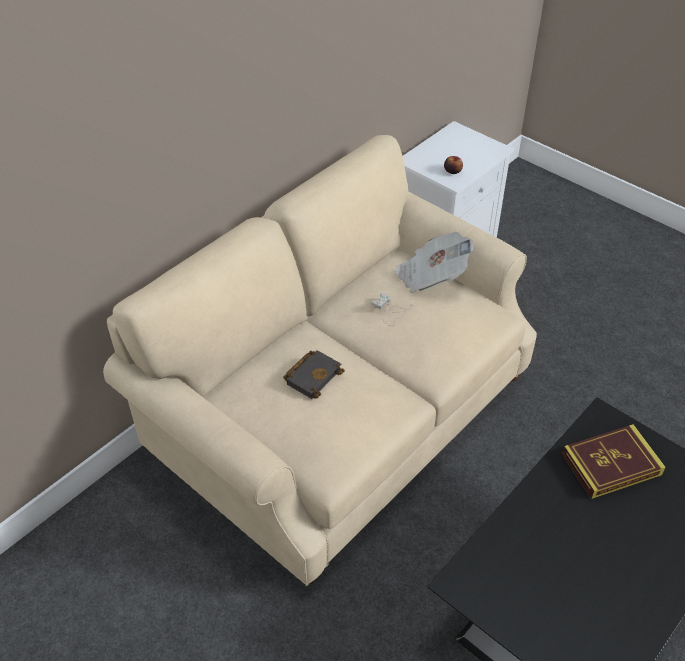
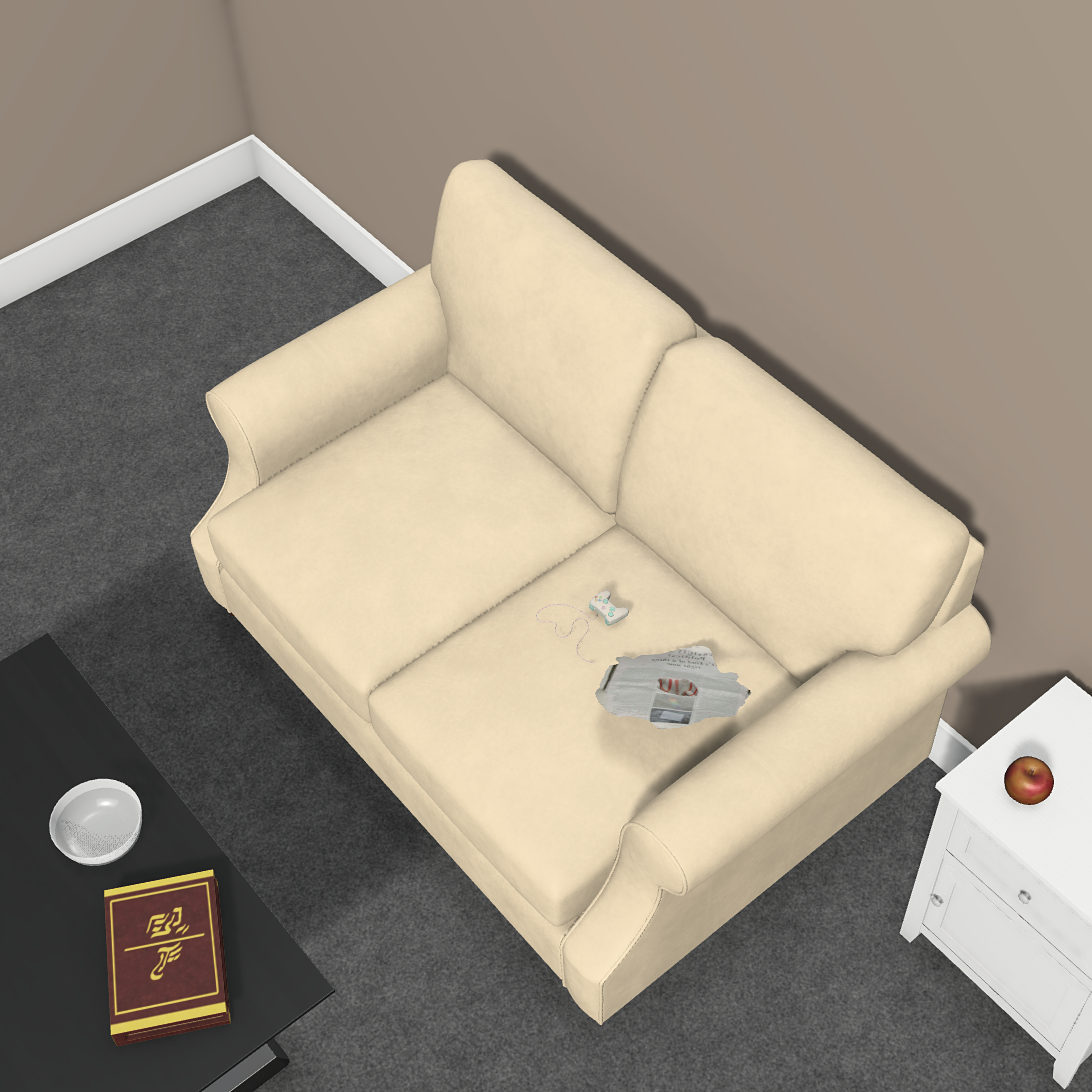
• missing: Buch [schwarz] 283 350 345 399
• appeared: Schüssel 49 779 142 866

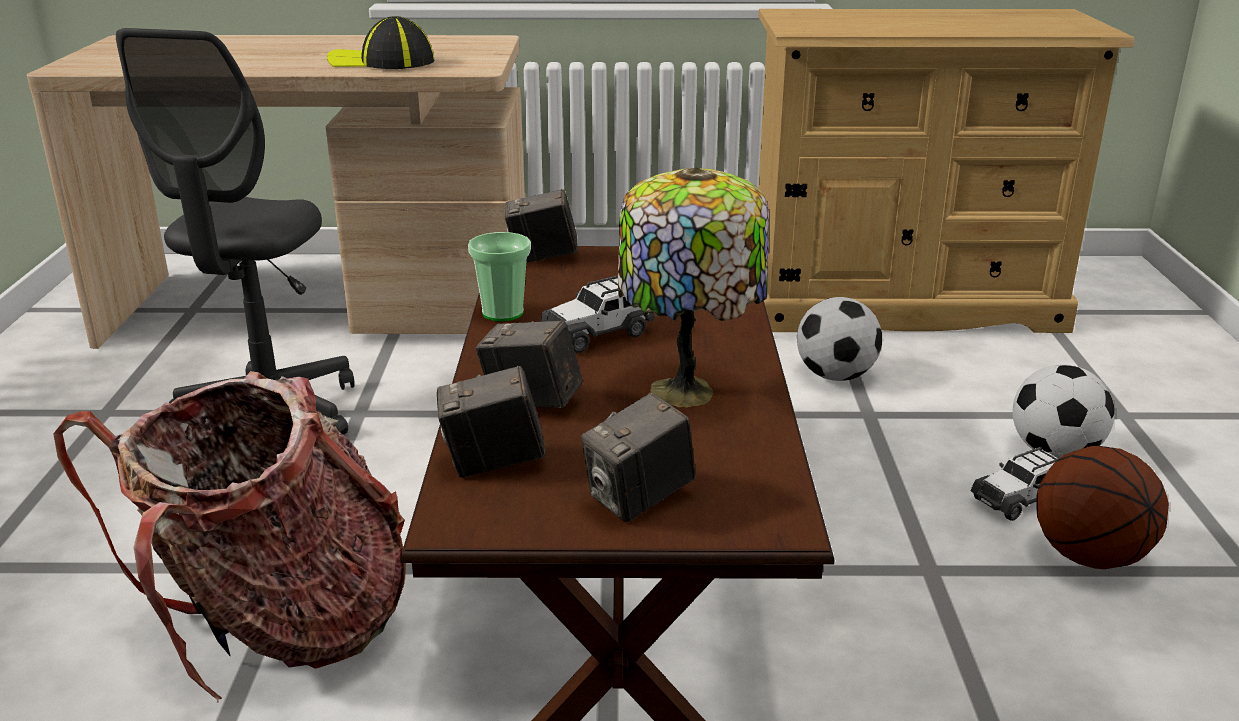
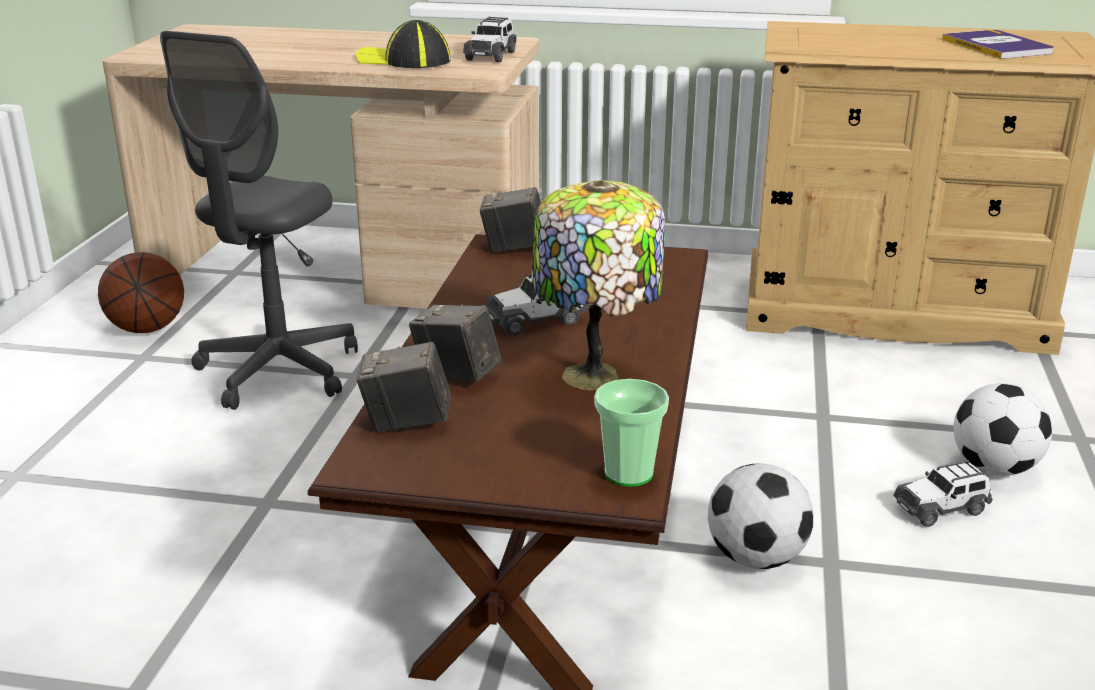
• missing: Rucksack 53 371 406 702
• relocated: Tasse 468 232 531 321 to 594 379 669 487
• missing: Kamera 581 392 696 523
• relocated: Fußball 797 297 882 381 to 708 463 814 569
• relocated: Basketball 1036 446 1169 569 to 98 252 184 333
• appeared: Spielzeugauto 463 16 516 62
• appeared: Buch 942 30 1053 59

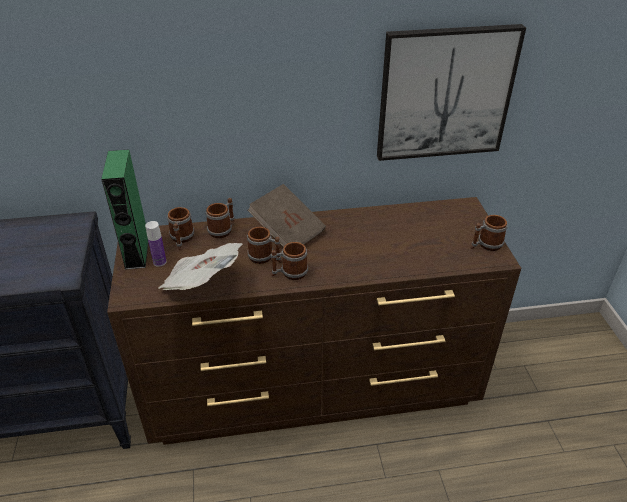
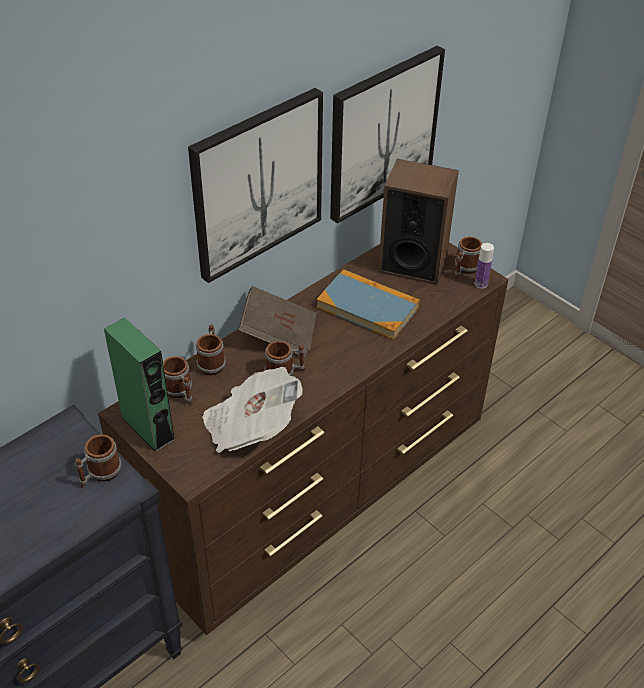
• relocated: Flasche 145 221 167 267 to 474 243 494 289
• relocated: Henkelbecher 271 242 308 280 to 75 434 122 488
• appeared: Bild 188 88 323 283
• appeared: Buch 316 269 420 340
• appeared: Lautsprecher 378 159 459 285

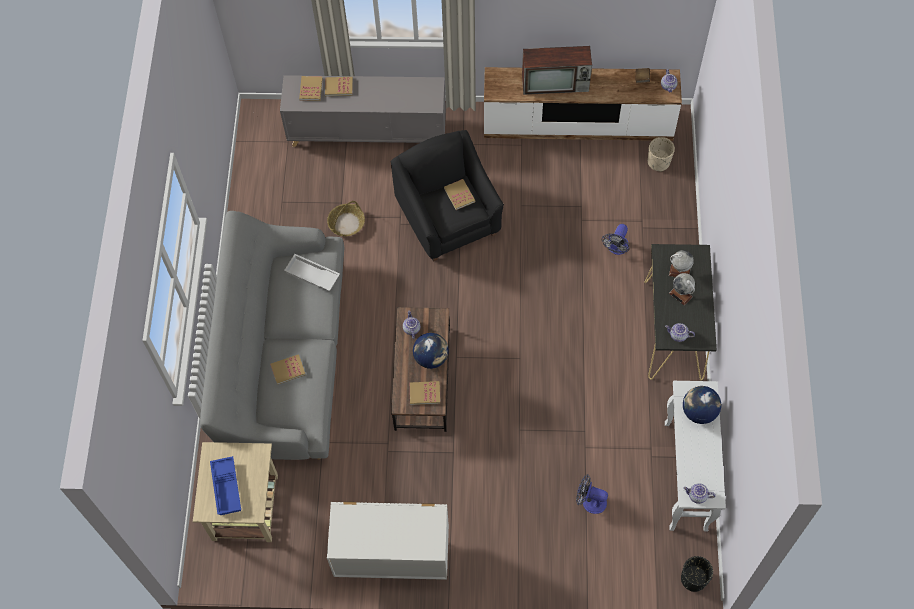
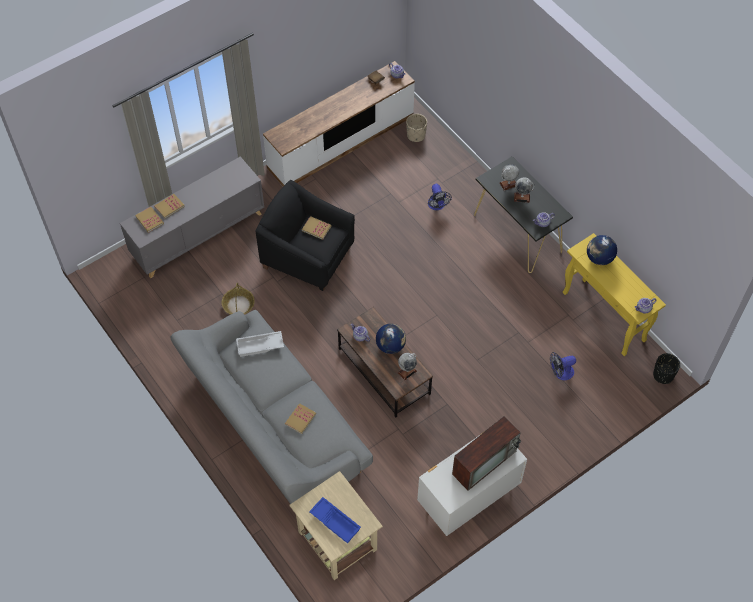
• exchanged: Buch 410 381 440 405 to Globus 397 353 417 381
• relocated: Fernseher 522 46 592 95 to 452 416 522 491
• colour: Konsolentisch [weiß] 665 381 726 532 to Konsolentisch [gelb] 563 233 666 356

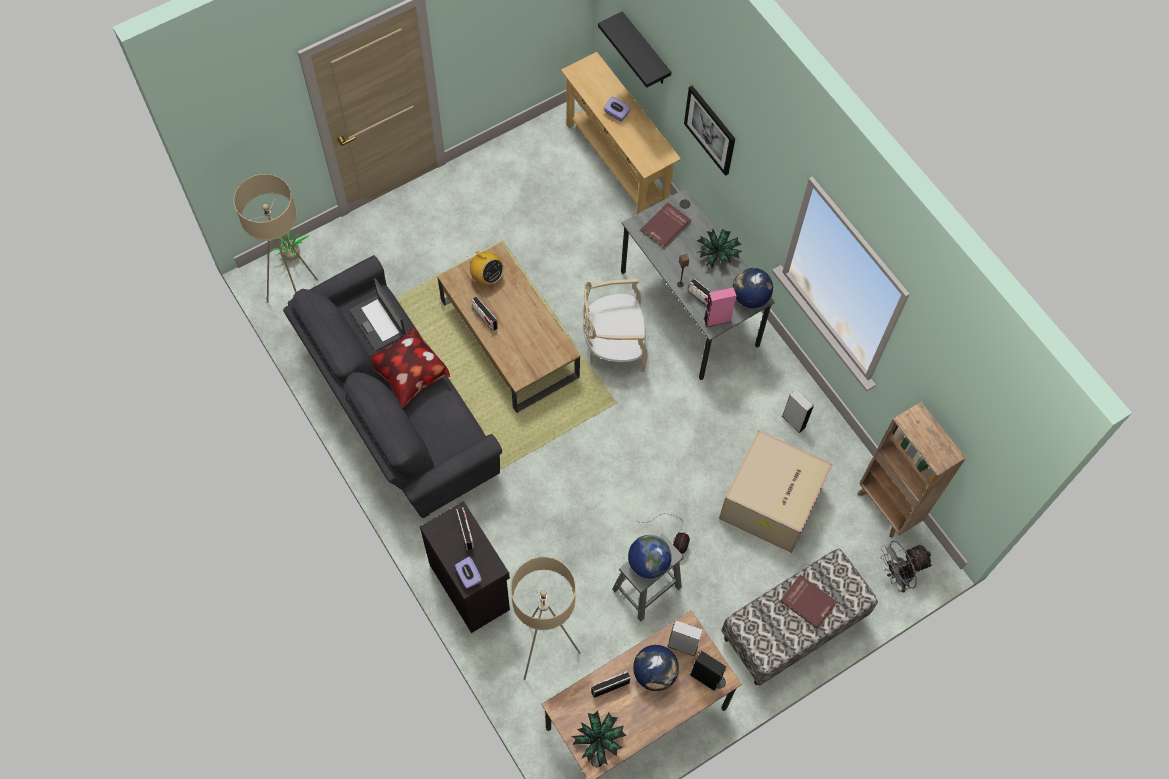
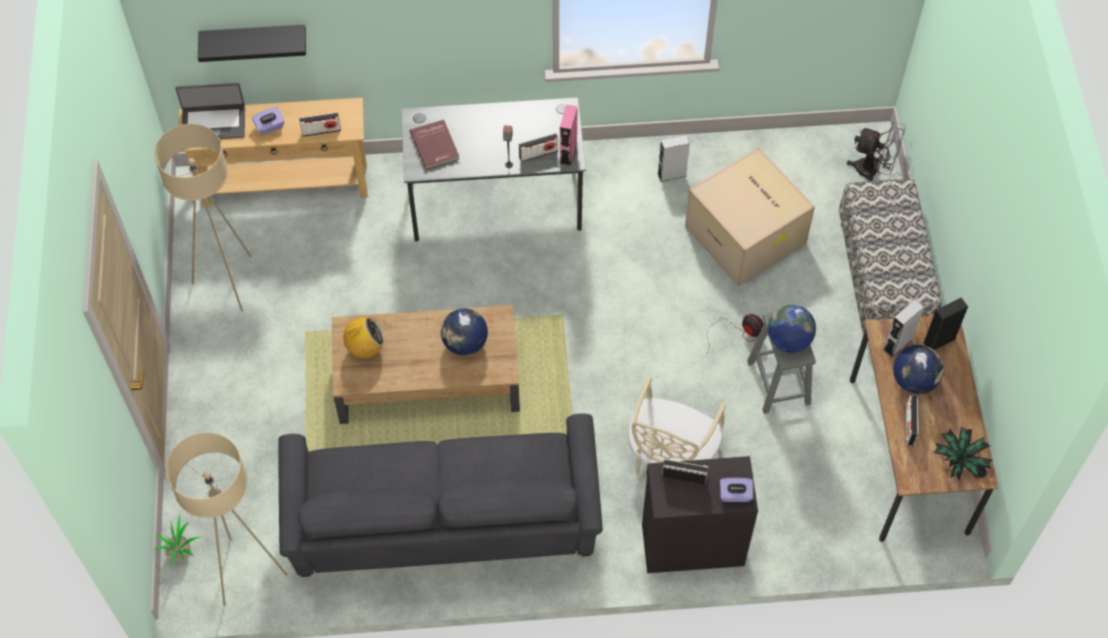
• relocated: Laptop 350 278 405 351 to 176 83 245 139
• missing: Kissen 370 328 450 408
• relocated: Radio 472 296 498 332 to 299 112 341 137
• relocated: Stehlampe [beige] 511 557 581 680 to 154 124 251 312
• relocated: Stuhl [beige] 583 279 648 372 to 628 376 726 475
• missing: Bild 684 86 735 176
• missing: Topfpflanze 697 229 742 268
• relocated: Globus 733 268 773 308 to 441 309 488 356
• missing: Buch [rot] 780 575 837 629
• missing: Bücherregal [braun] 857 402 966 538
• spun: Ventilator [grau] 880 541 933 593 = 847 121 906 181 75 degrees counterclockwise

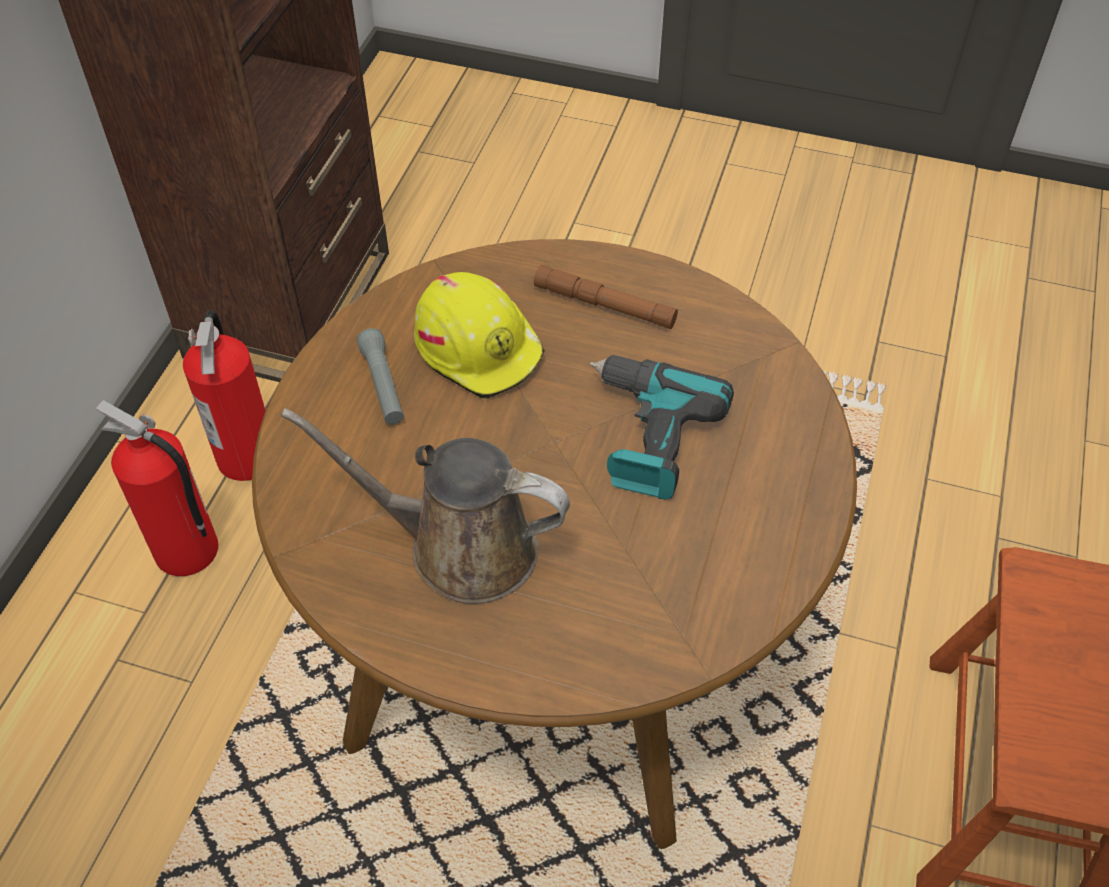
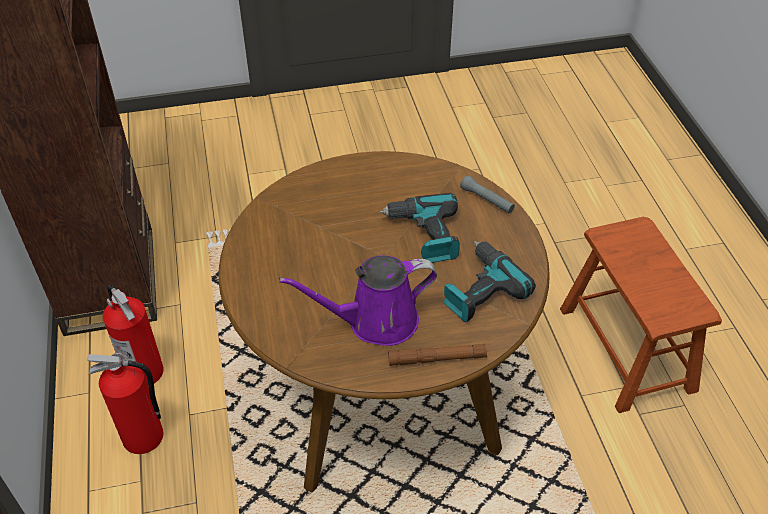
• colour: Gießkanne [braun] 281 408 570 604 to Gießkanne [lila] 279 255 437 346
• relocated: Taschenlampe [grau] 357 328 404 425 to 460 175 515 213
• missing: Schutzhelm [gelb] 414 272 545 399
• relocated: Taschenlampe [braun] 534 265 678 329 to 388 344 487 366
• appeared: Bohrmaschine 443 241 536 322

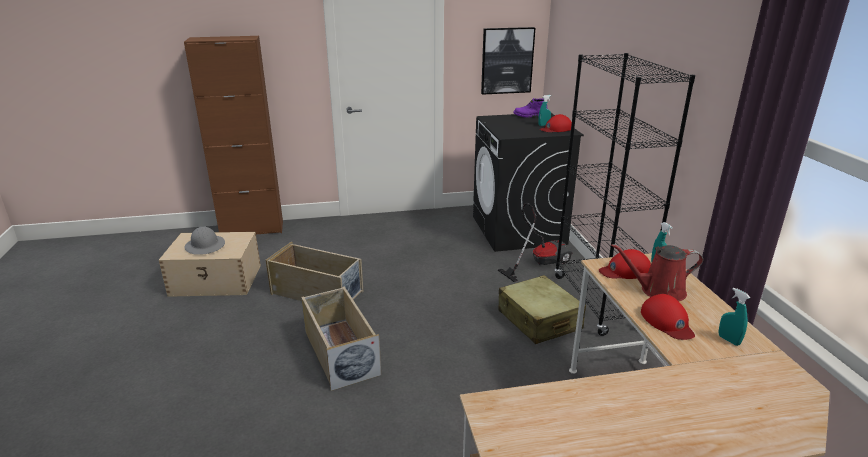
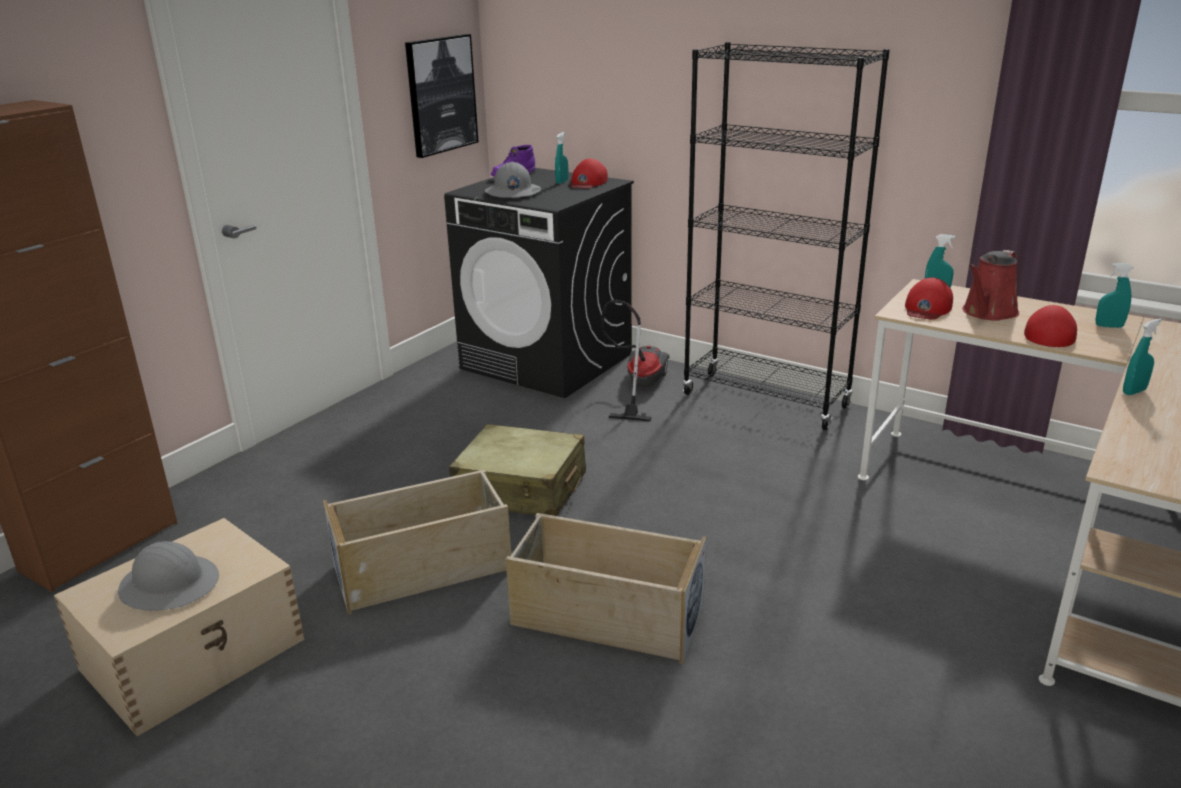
• relocated: Koffer [beige] 498 275 586 344 to 449 424 586 516
• spun: Kappe [rot] 641 294 695 340 = 1024 305 1077 347 90 degrees counterclockwise
• appeared: Schutzhelm [grau] 485 162 541 198
• appeared: Sprühflasche [türkis] 1123 319 1162 395

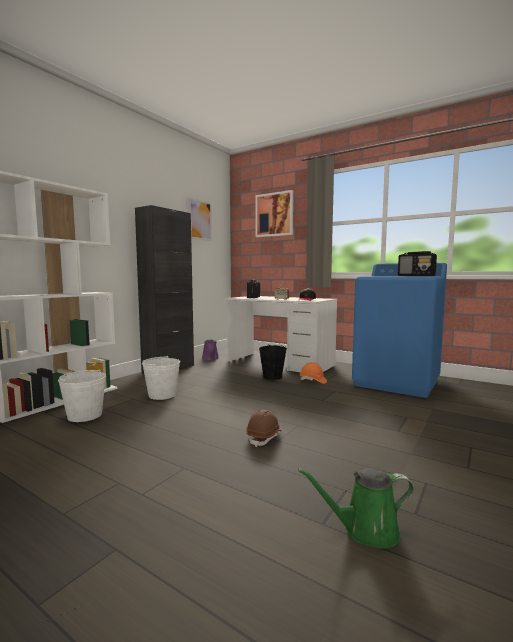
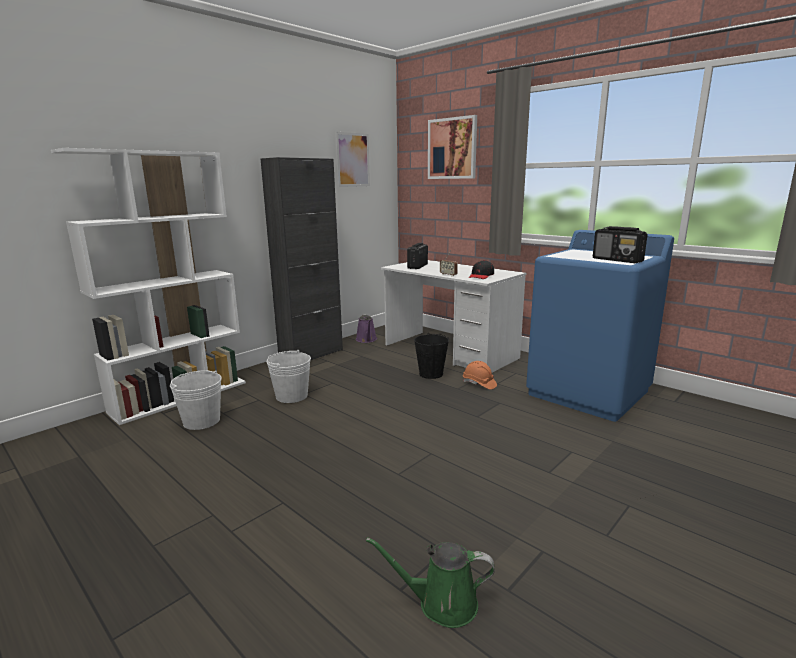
• missing: Schutzhelm [braun] 246 410 281 447

